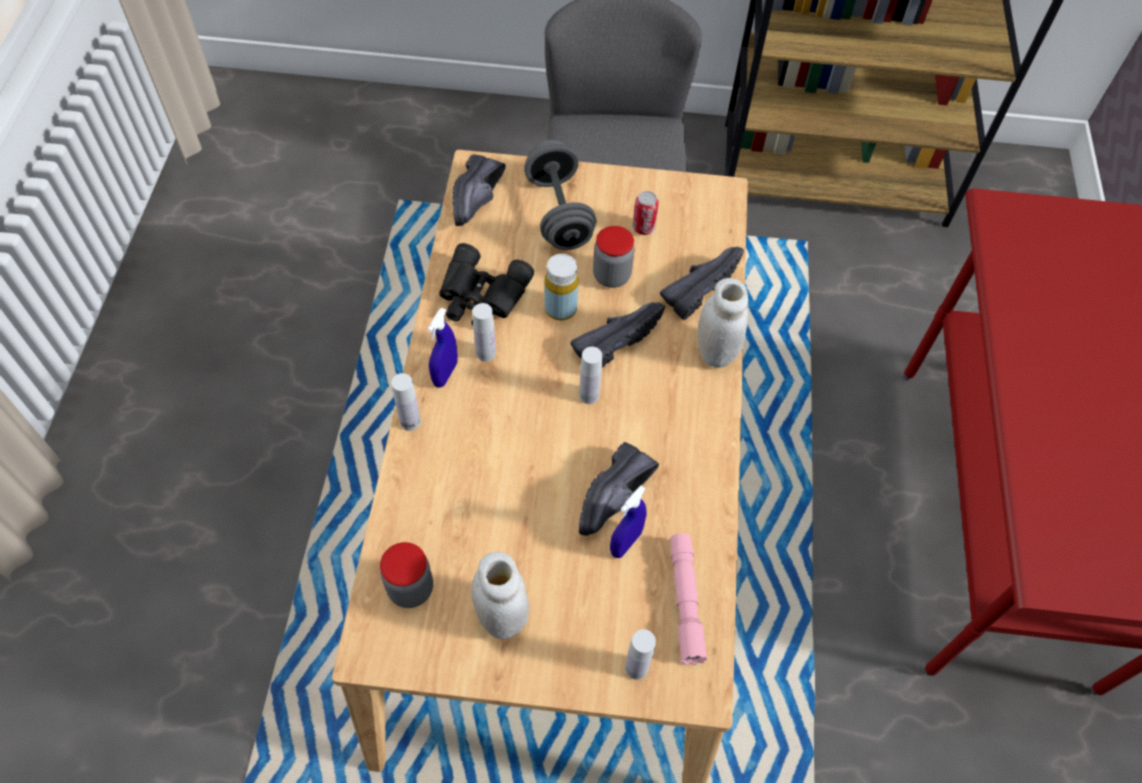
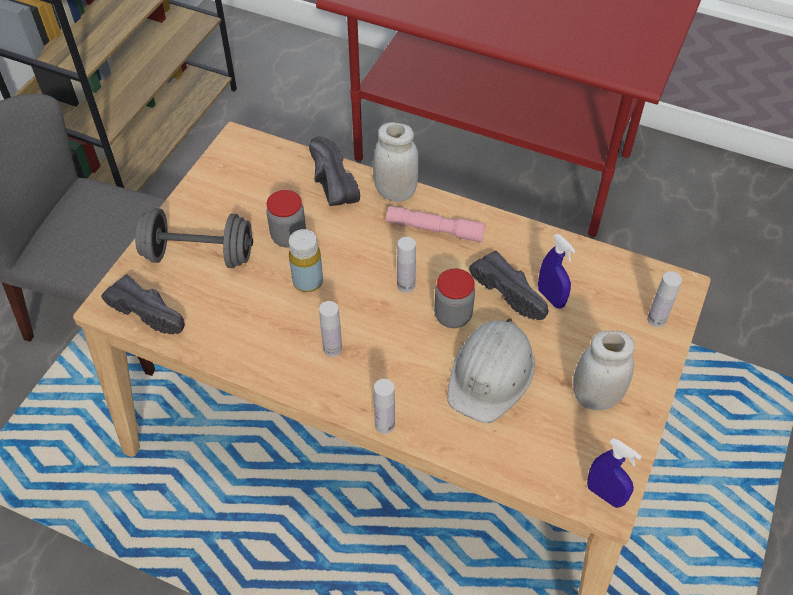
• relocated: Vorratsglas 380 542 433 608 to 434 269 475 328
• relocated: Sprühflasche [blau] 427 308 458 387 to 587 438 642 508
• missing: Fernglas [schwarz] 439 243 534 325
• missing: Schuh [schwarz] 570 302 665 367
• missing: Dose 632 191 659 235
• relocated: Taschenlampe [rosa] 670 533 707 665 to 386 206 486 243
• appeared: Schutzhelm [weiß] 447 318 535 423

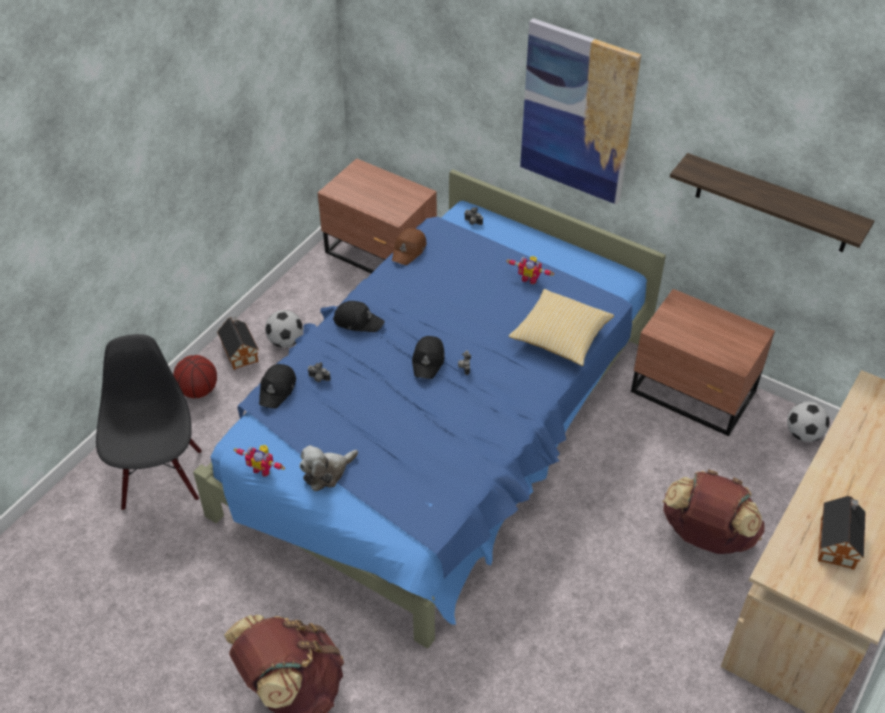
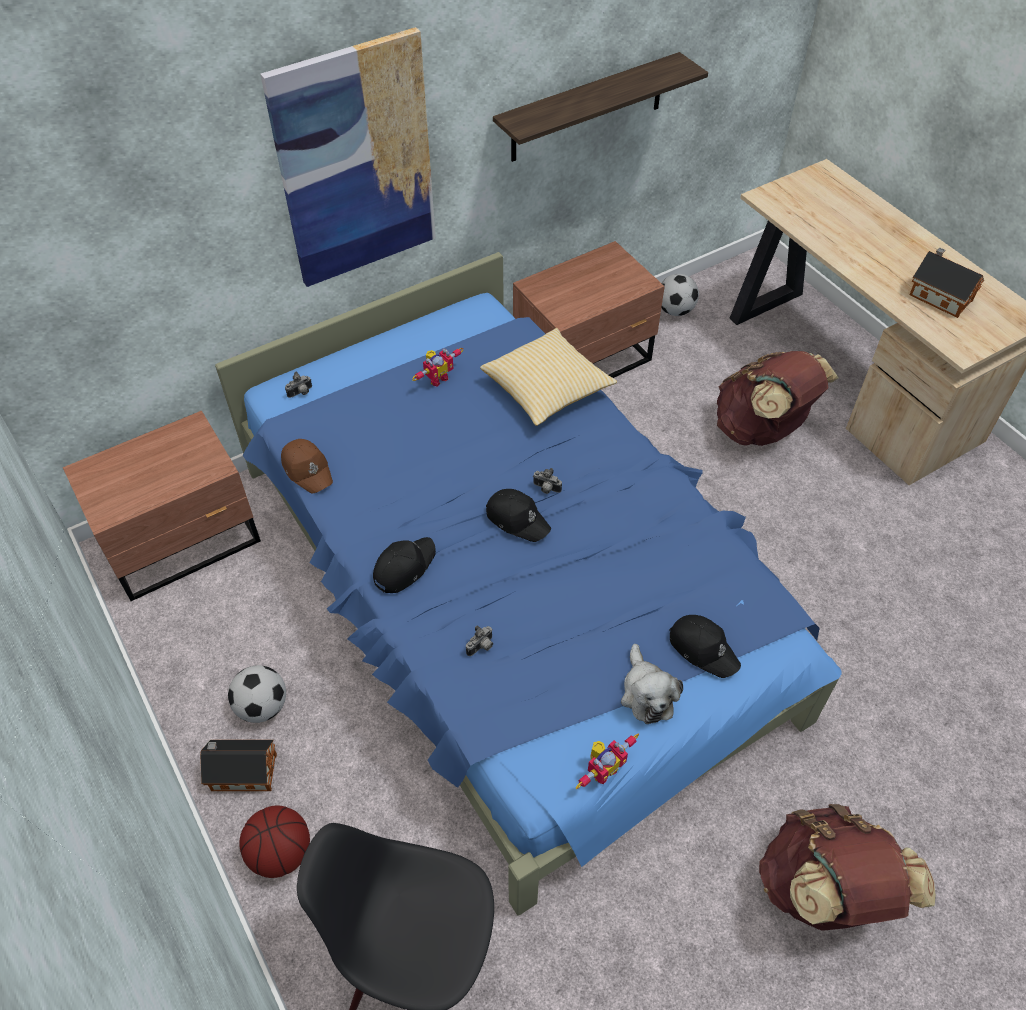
• relocated: Kappe [schwarz] 259 364 296 408 to 669 615 741 678

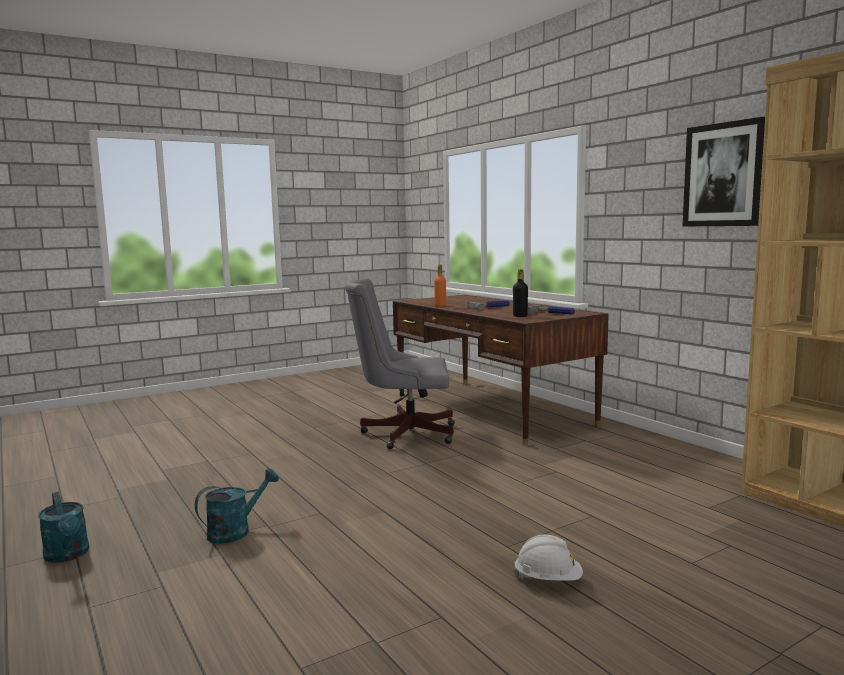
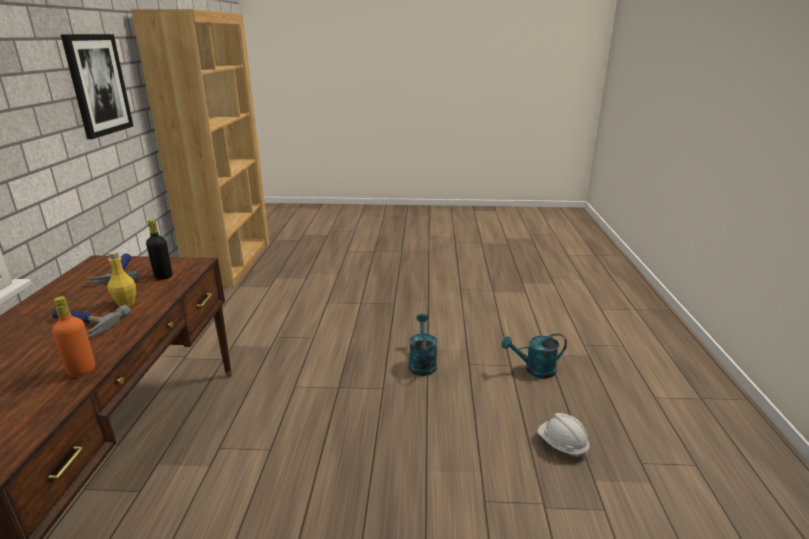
• relocated: Gießkanne [türkis] 38 492 89 563 to 409 314 438 376
• missing: Bürostuhl [grau] 344 278 455 449
• relocated: Schutzhelm [weiß] 513 535 583 581 to 538 413 590 459
• appeared: Flasche [gelb] 107 251 136 307

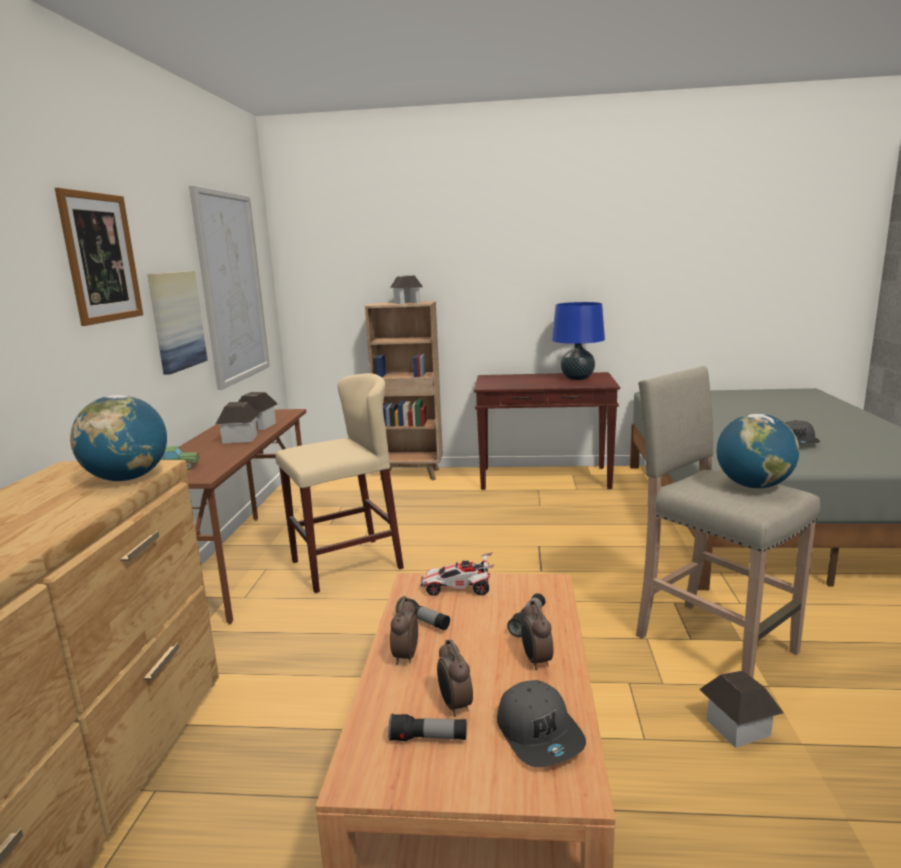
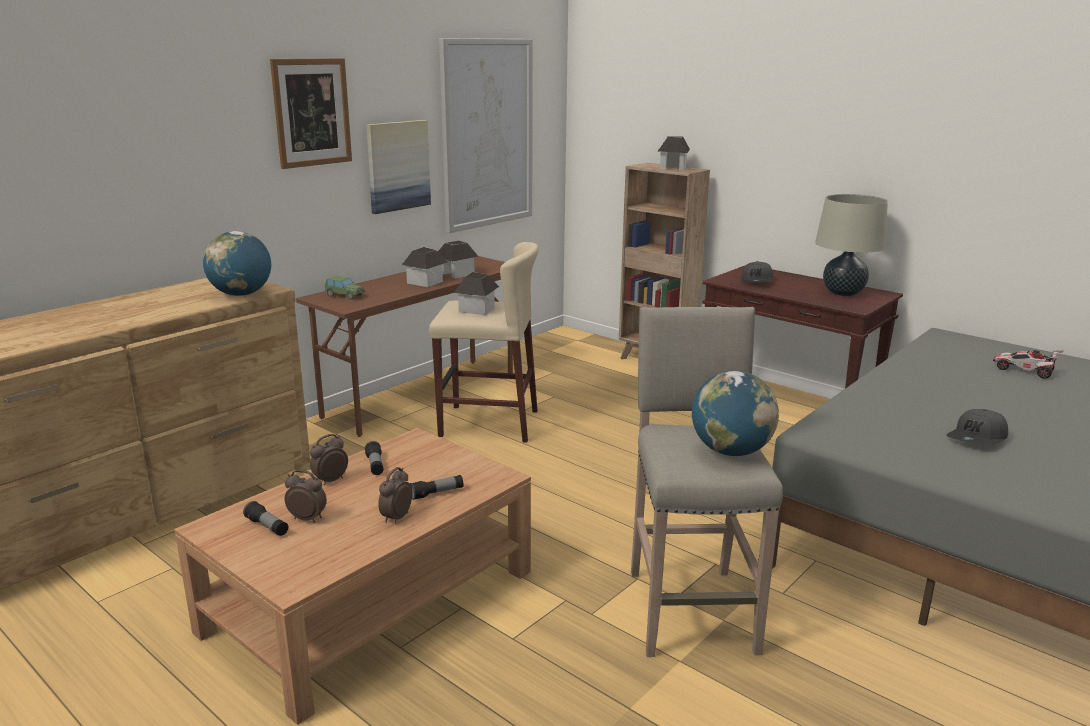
• relocated: Spielzeugauto 421 552 494 596 to 993 350 1063 379
• spun: Wecker 437 639 473 717 = 285 470 327 523 90 degrees clockwise
• relocated: Kappe [grau] 497 680 586 767 to 741 261 773 282
• colour: Tischlampe [blau] 552 302 605 380 to Tischlampe [beige] 815 194 888 296
• relocated: Spielzeughaus 699 670 783 748 to 454 272 499 315

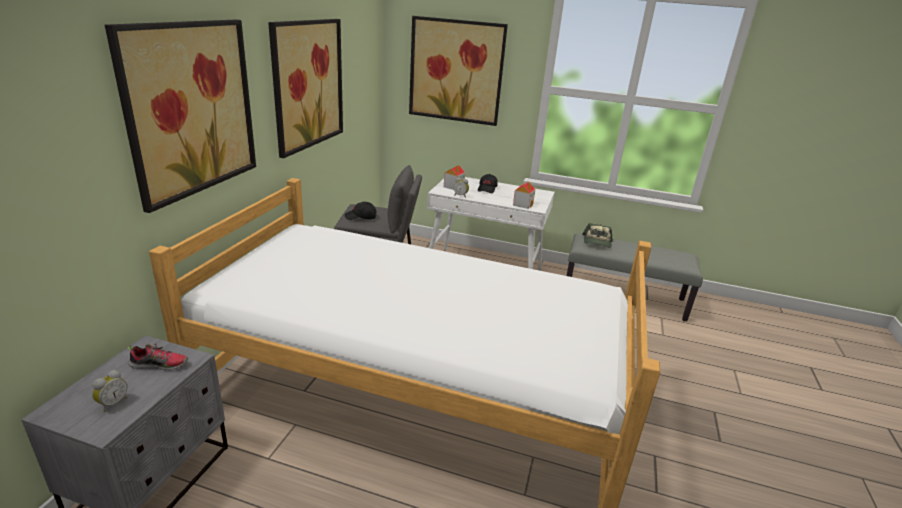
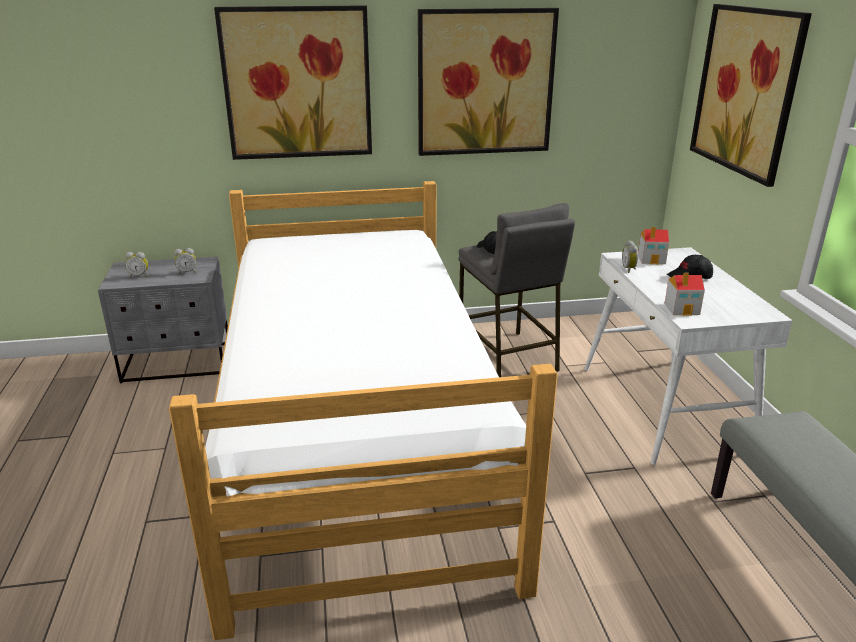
• exchanged: Schuh 127 344 188 370 to Wecker 174 248 196 274
• missing: Kappe 582 223 613 248

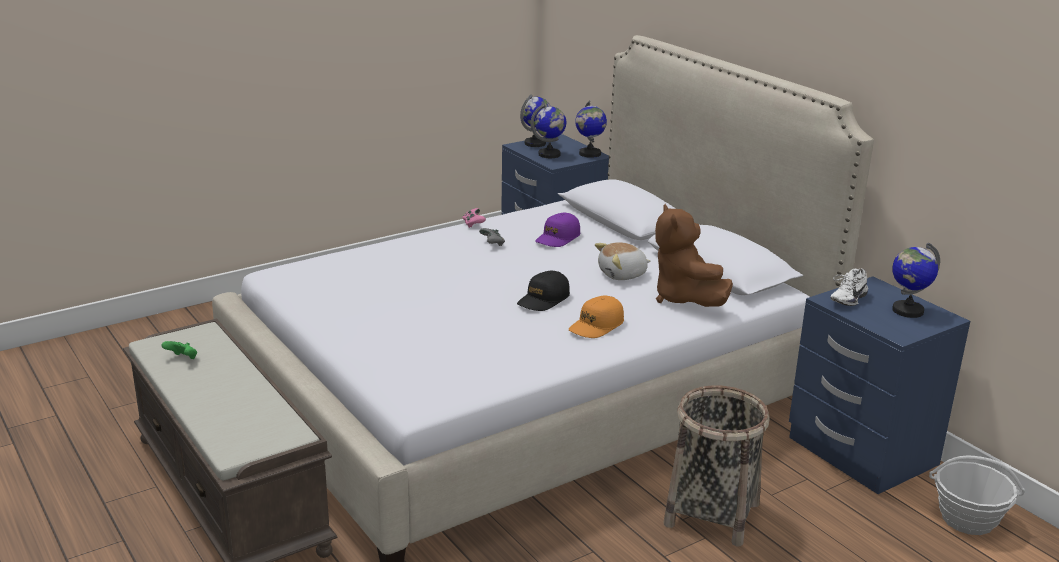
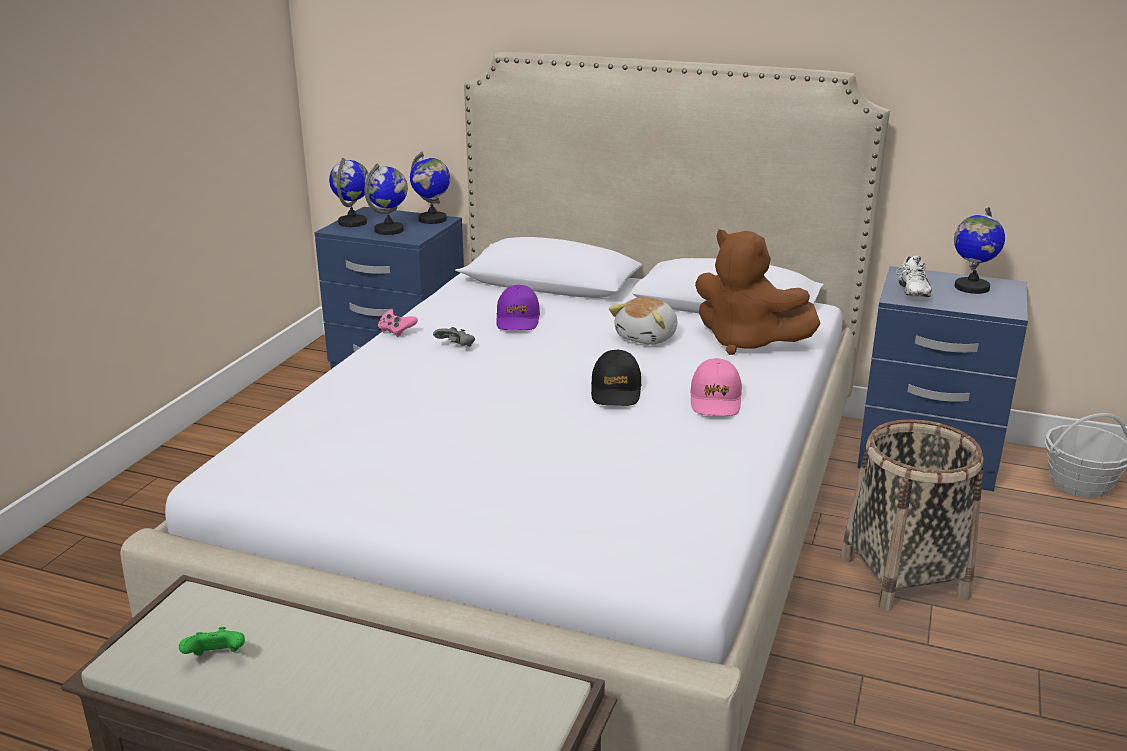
• colour: Kappe [orange] 569 295 624 338 to Kappe [rosa] 690 358 742 416

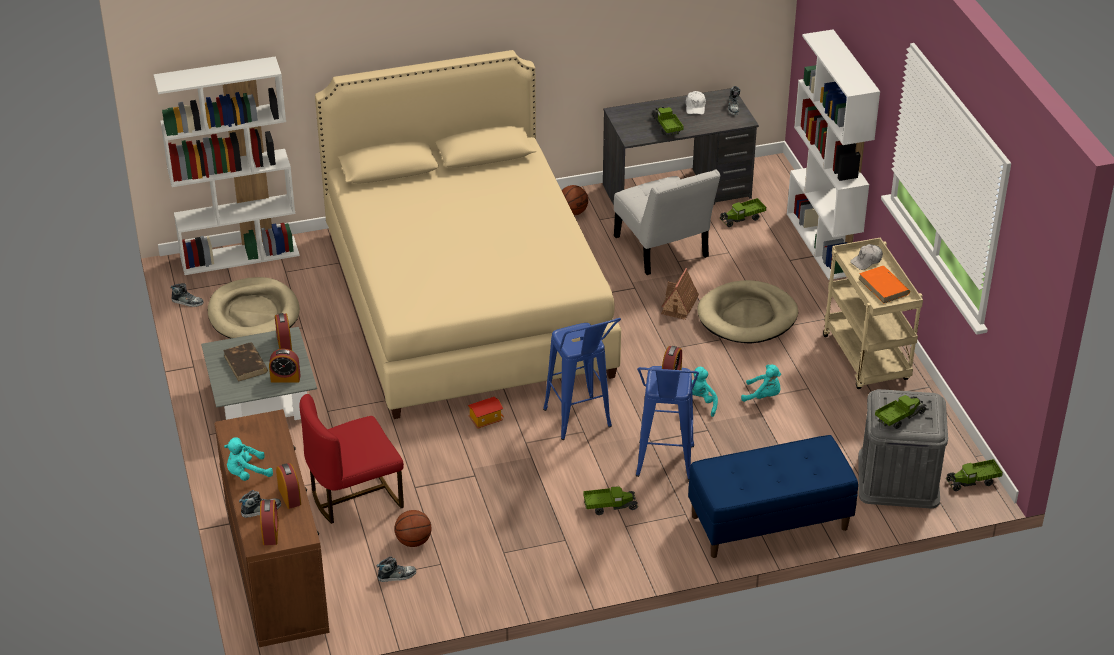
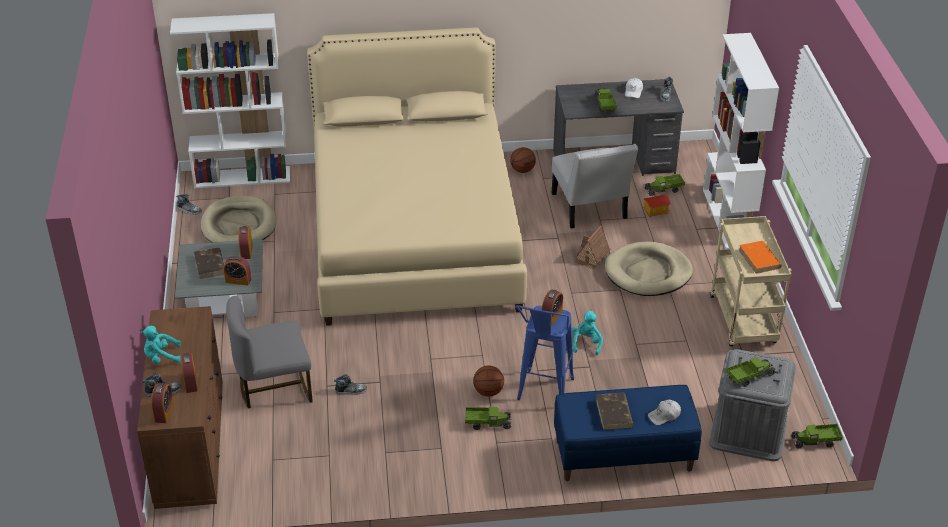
• colour: Stuhl [rot] 300 394 404 524 to Stuhl [grau] 226 296 313 408
• relocated: Schuh 377 556 416 582 to 334 374 367 395
• relocated: Basketball 394 510 432 547 to 473 366 504 397
• relocated: Spielzeughaus 468 397 504 429 to 643 195 671 217
• missing: Hocker [blau] 543 318 621 440
• missing: Plüschtier [türkis] 741 364 781 402
• relocated: Kappe [weiß] 850 244 883 270 to 648 400 681 425
• appeared: Buch [braun] 596 393 634 430

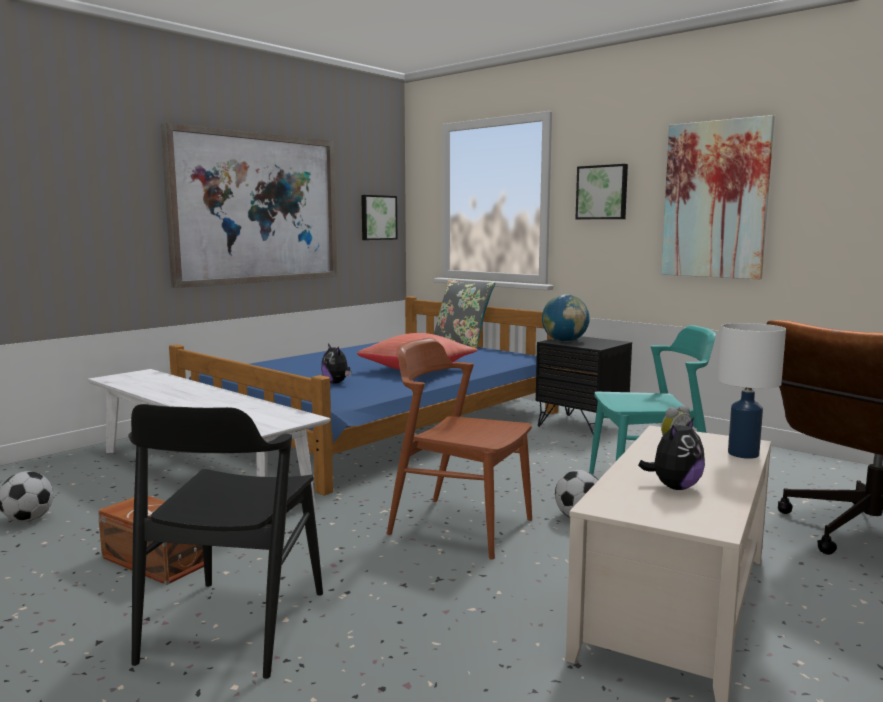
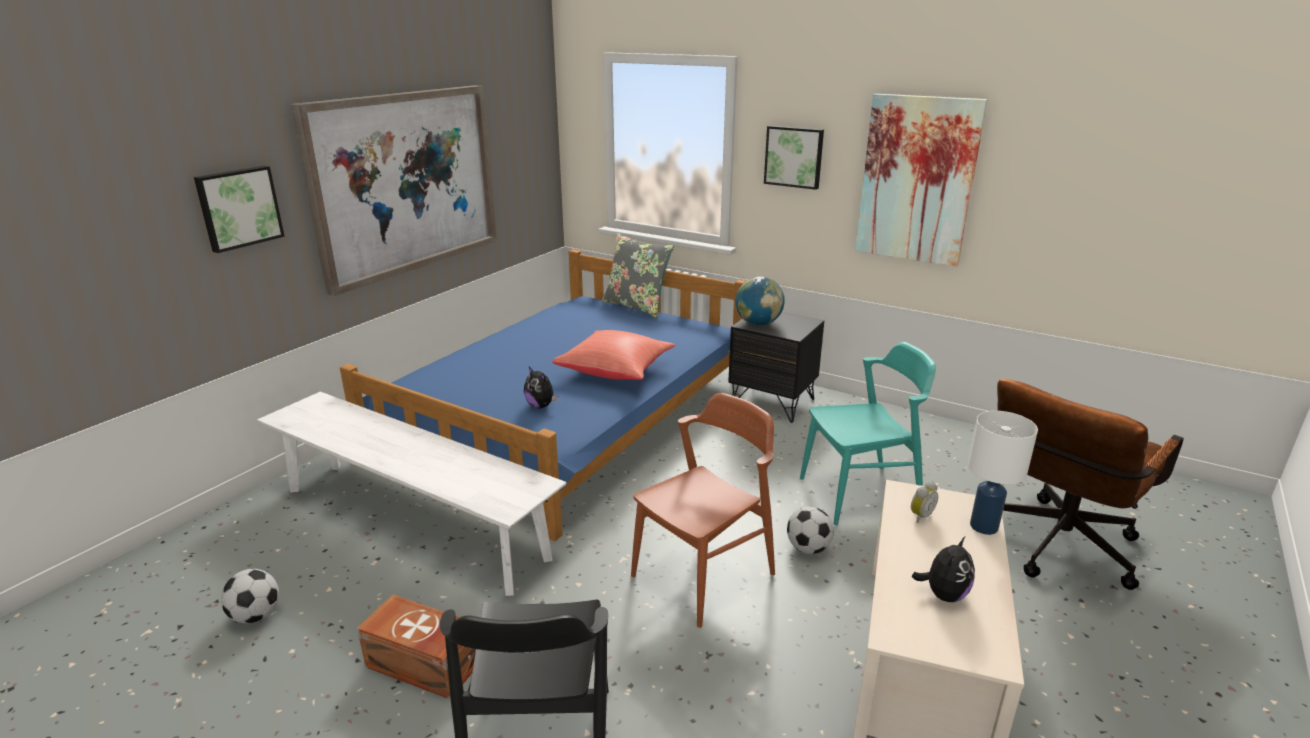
• relocated: Bild 361 195 397 240 to 194 166 285 253
• spun: Stuhl [braun] 387 338 532 560 = 631 393 775 628 120 degrees clockwise

